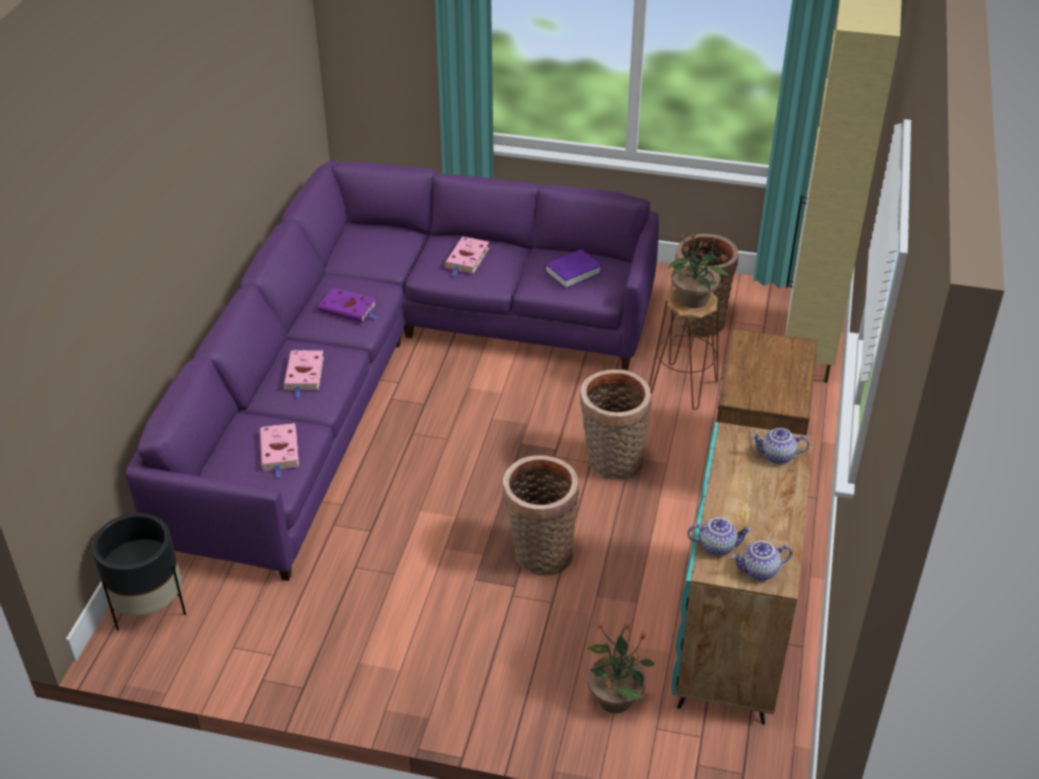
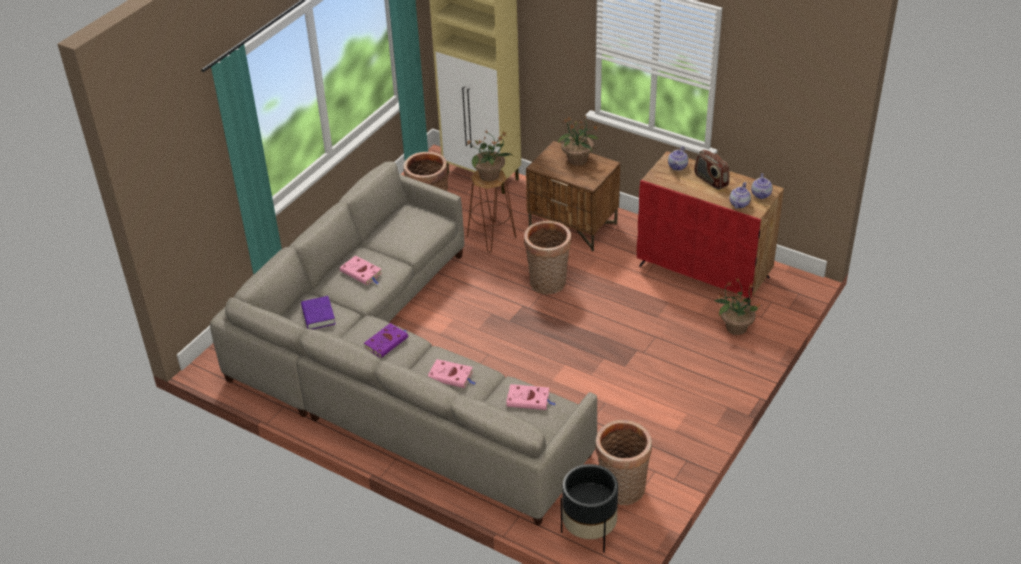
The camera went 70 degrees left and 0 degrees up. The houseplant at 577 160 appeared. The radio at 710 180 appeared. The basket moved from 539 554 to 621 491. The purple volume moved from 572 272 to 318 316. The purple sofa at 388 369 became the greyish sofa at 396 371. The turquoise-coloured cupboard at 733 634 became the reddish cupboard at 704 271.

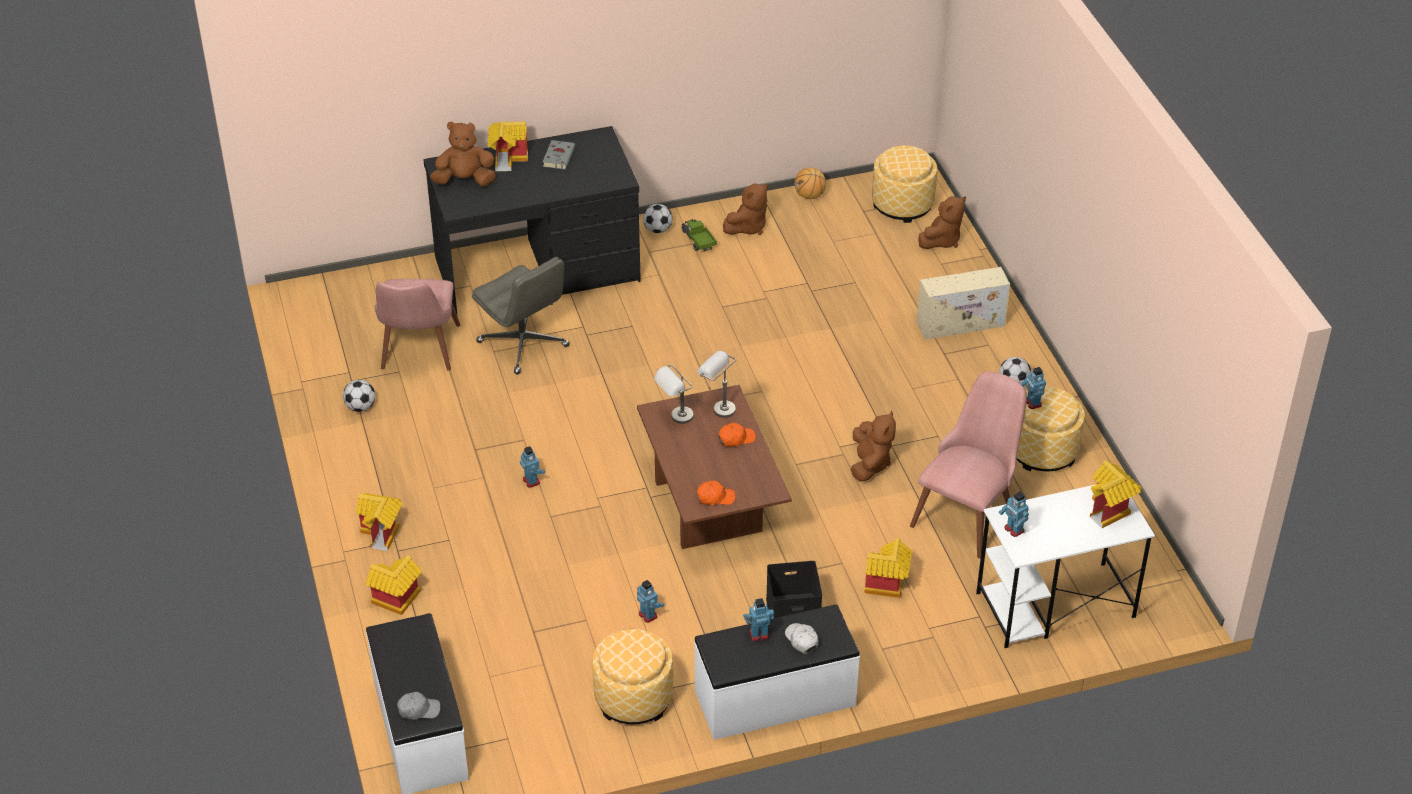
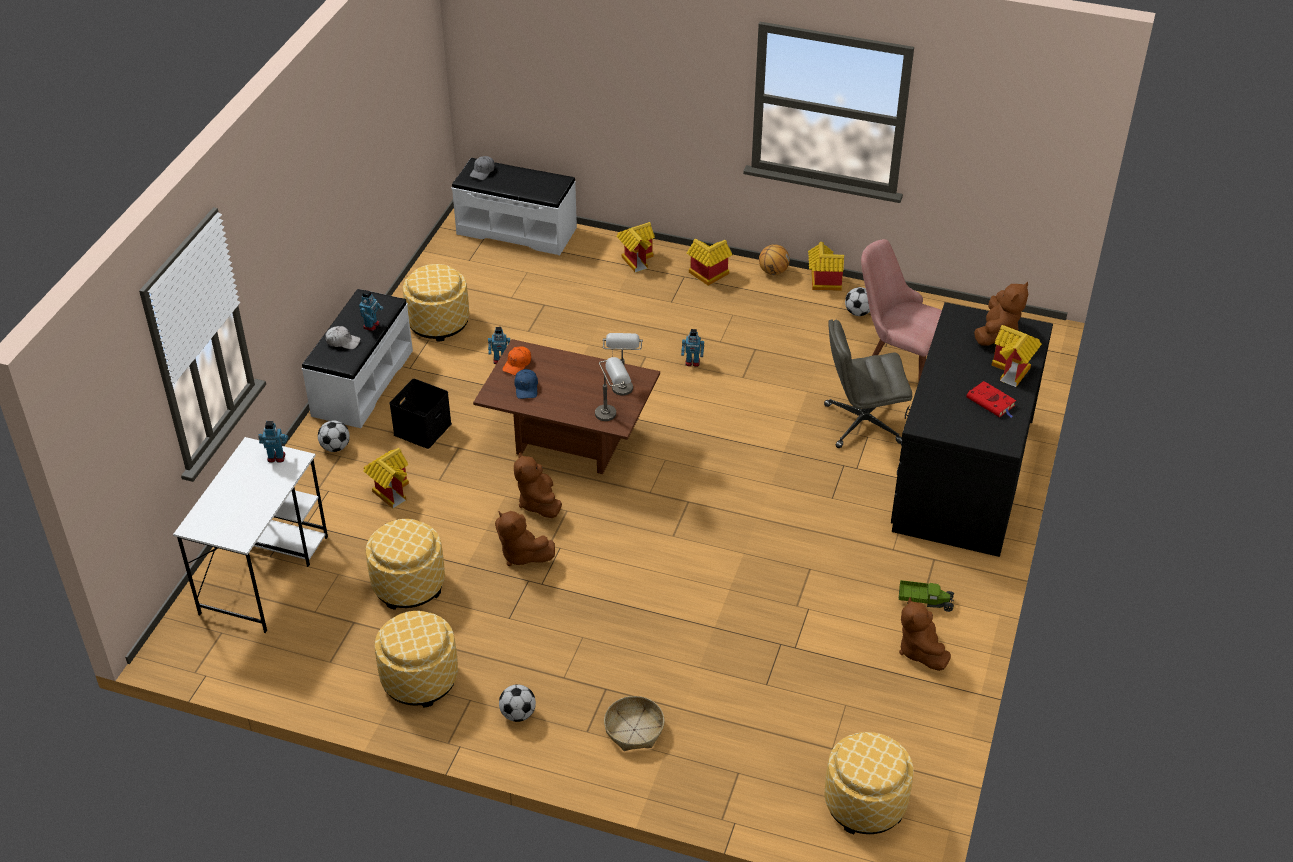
The camera went 125 degrees right and 0 degrees up. The orange-coloured cap at 736 438 disappeared. The model robot at 1032 403 disappeared. The bluish cap at 526 388 appeared. The football ball moved from 657 230 to 335 447. The ball for basketball moved from 809 196 to 773 272. The brownish soft toy moved from 941 240 to 538 503. The miniature house moved from 1110 512 to 822 283. The pinkish chair at 969 511 was replaced by the footrest at 408 584. The beige storage box at 962 323 was replaced by the basket at 634 730. The greyish volume at 559 156 became the reddish volume at 992 402.

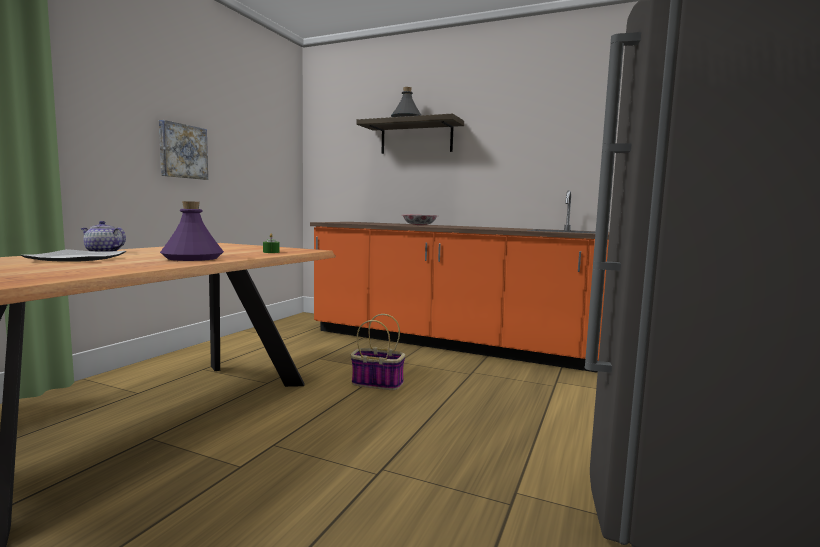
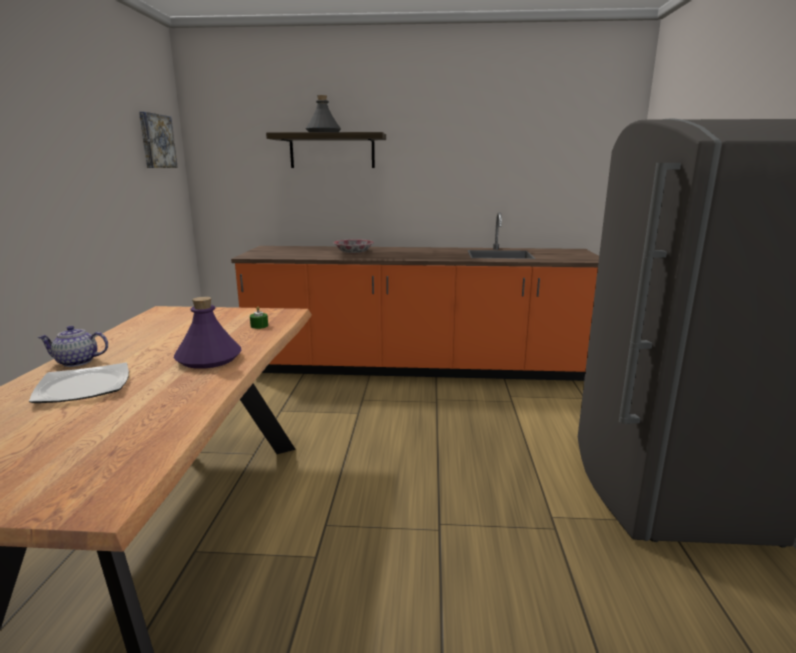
The camera went 20 degrees left and 10 degrees up. The basket at 376 383 disappeared. The wall art moved from 182 151 to 156 141.

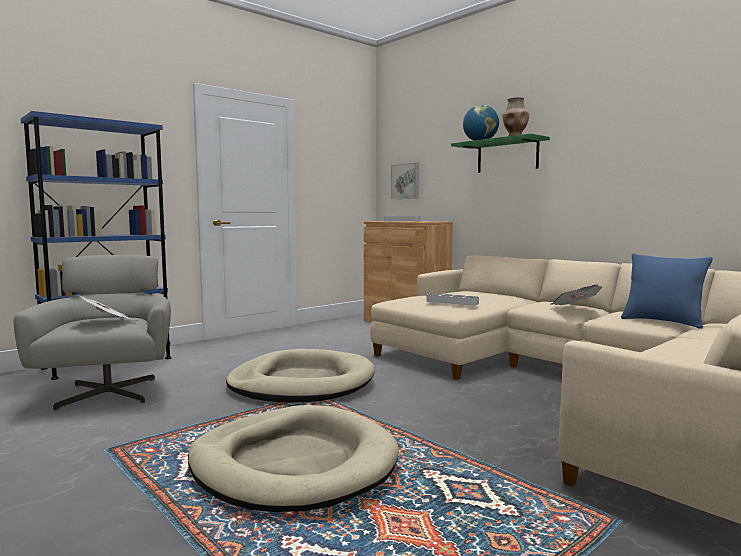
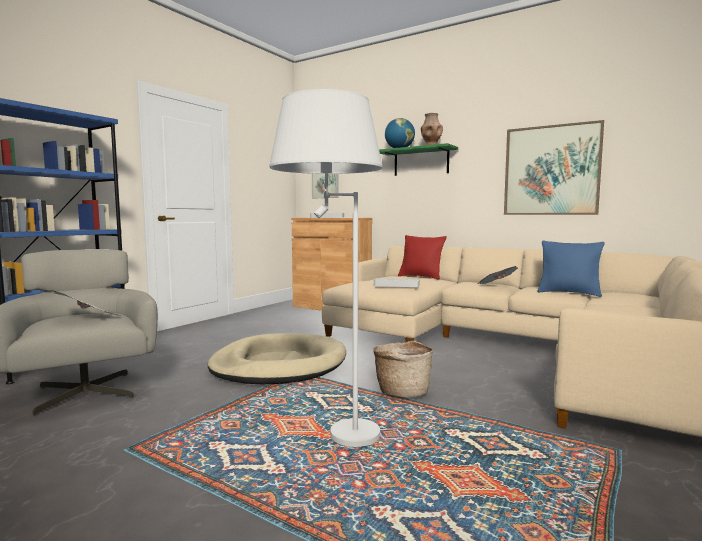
The camera went 15 degrees left and 0 degrees up. The basket at 402 391 appeared. The reddish cushion at 421 277 appeared. The wall art at 551 170 appeared. The beige pet bed at 293 464 was replaced by the white-coloured standard lamp at 328 439.

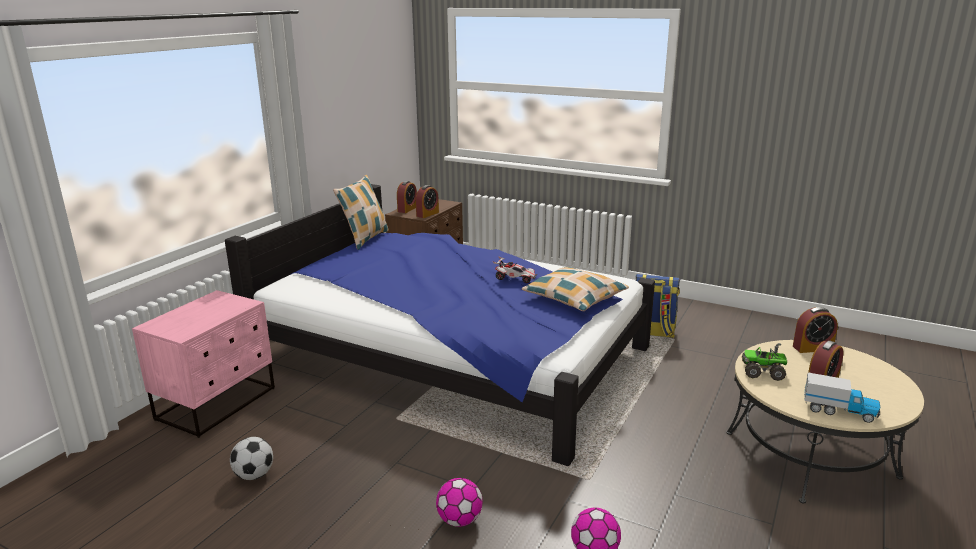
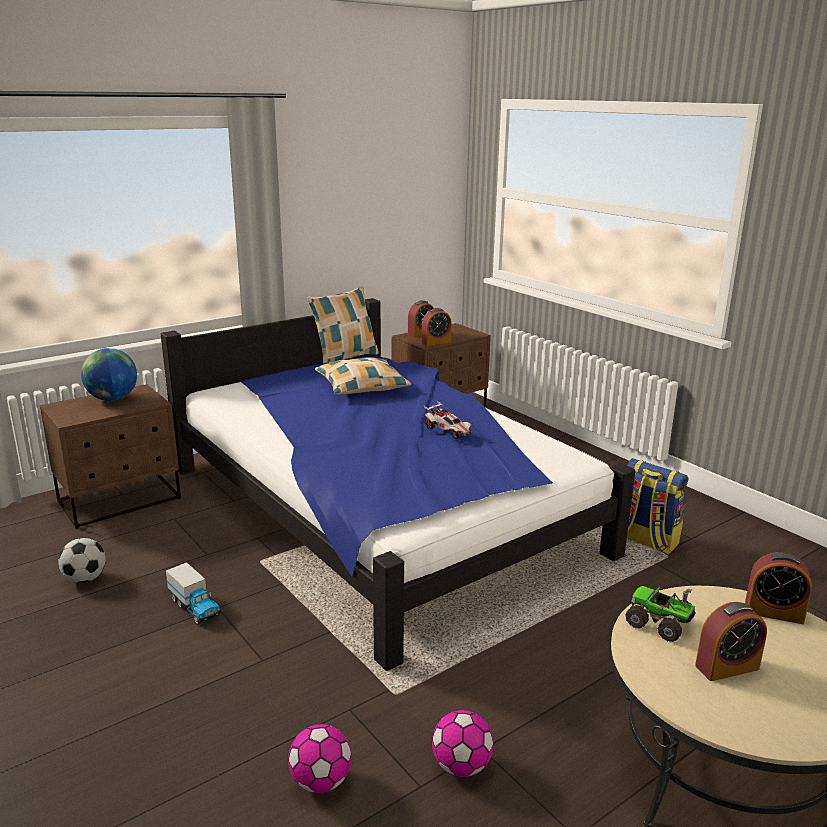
The camera went 25 degrees right and 0 degrees up. The globe at 112 399 appeared. The football ball moved from 459 520 to 461 766. The cushion moved from 575 298 to 362 386. The toy truck moved from 839 411 to 195 607. The pinkish nightstand at 218 403 became the brownish nightstand at 120 500.

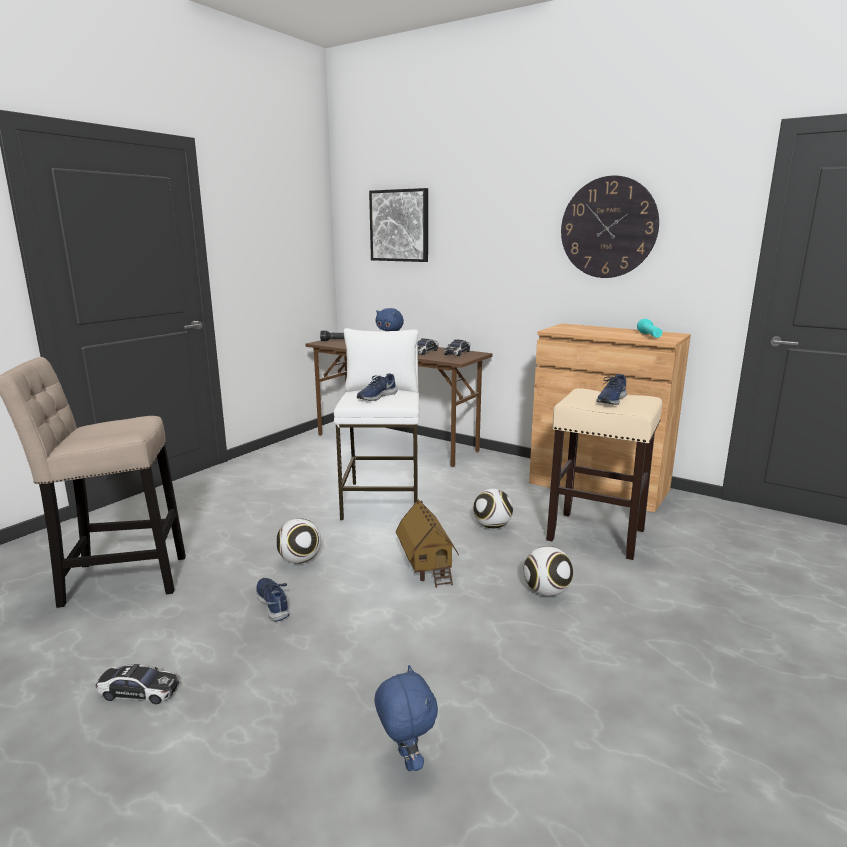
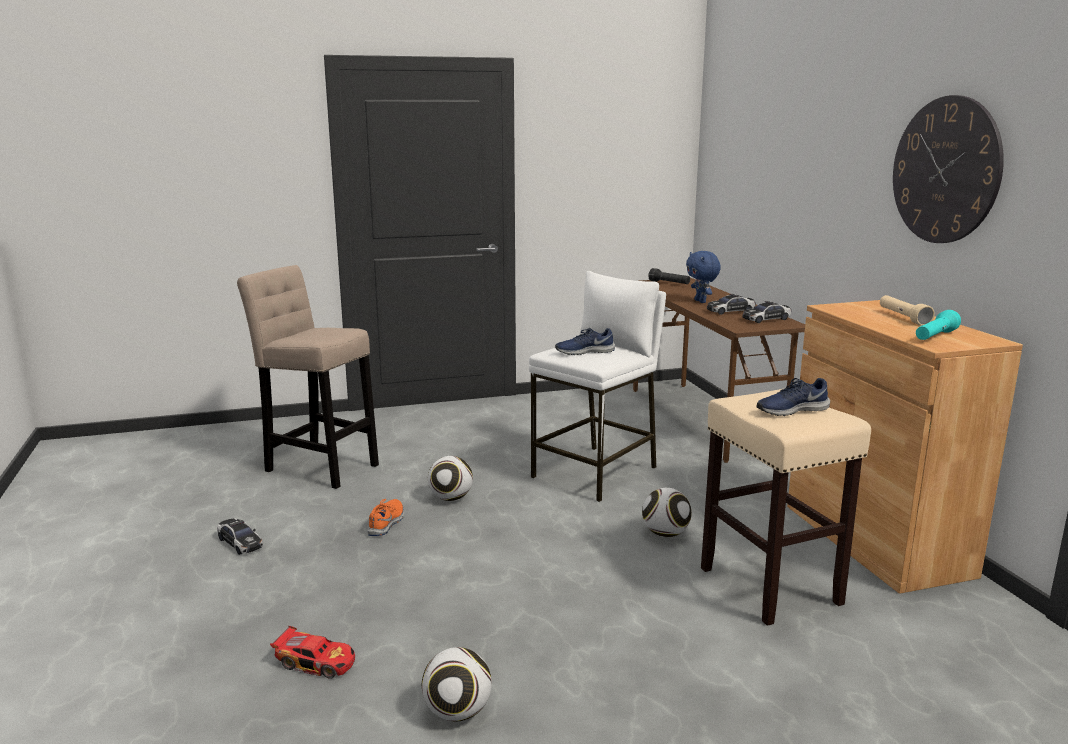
The camera went 40 degrees right and 0 degrees up. The wall art at 399 225 disappeared. The miniature house at 426 567 disappeared. The beige torch at 903 318 appeared. The football ball moved from 546 591 to 457 712. The bluish soft toy at 405 760 was replaced by the miniature car at 316 662. The bluish low shoe at 274 603 became the orange-coloured low shoe at 387 523.

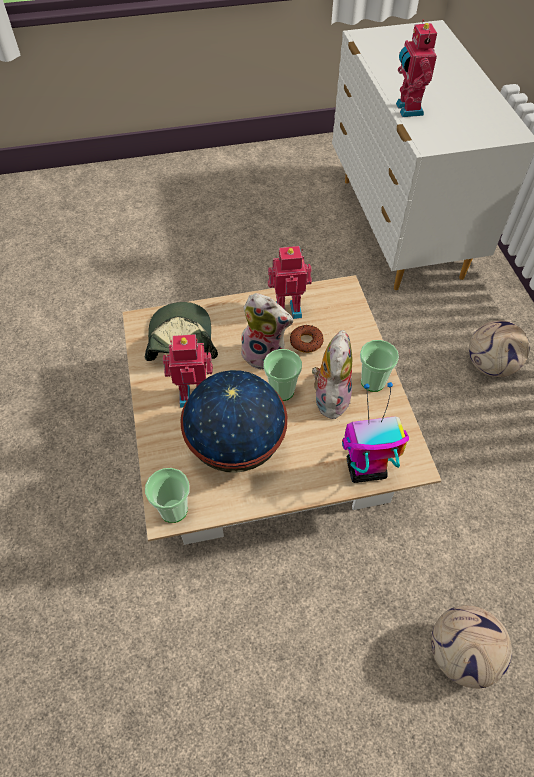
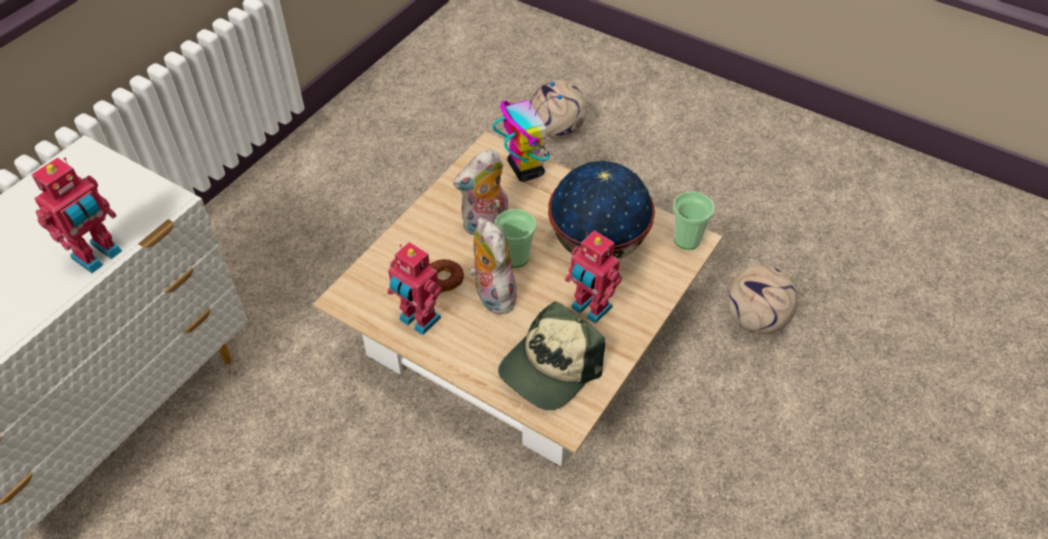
The camera went 135 degrees left and 5 degrees down. The cup at 373 381 disappeared. The football ball moved from 491 365 to 754 319. The model robot at 364 469 turned 150 degrees counterclockwise.

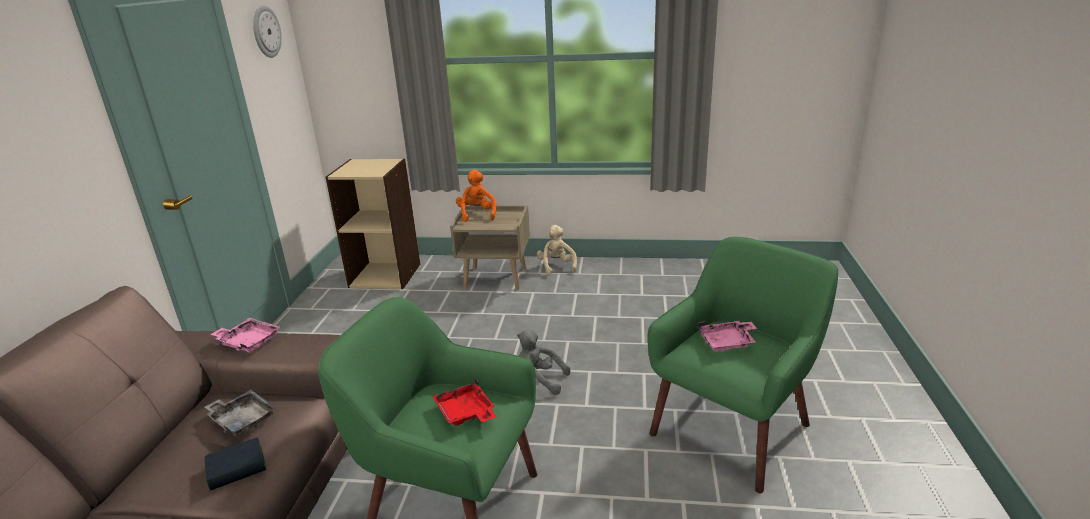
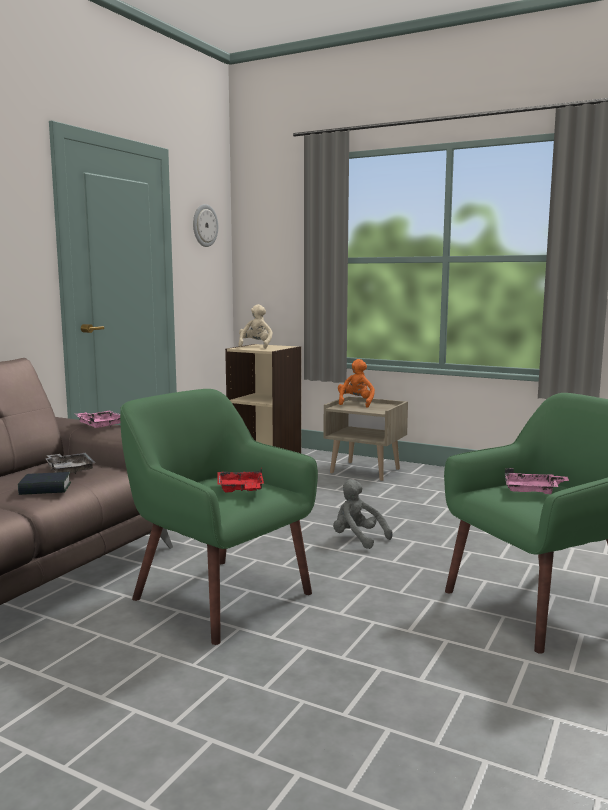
The camera went 20 degrees right and 15 degrees down. The beige soft toy moved from 556 266 to 256 346.

